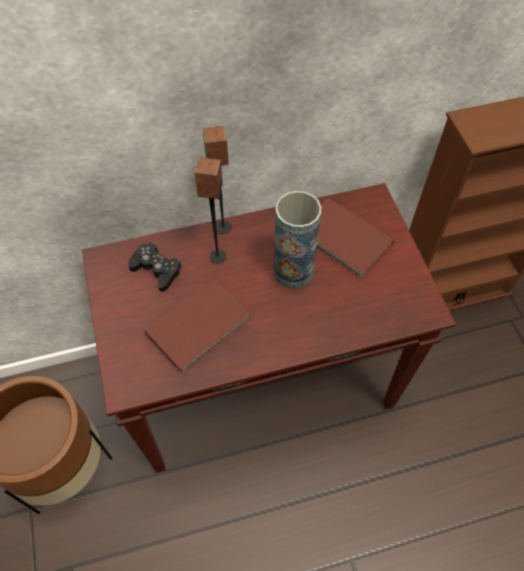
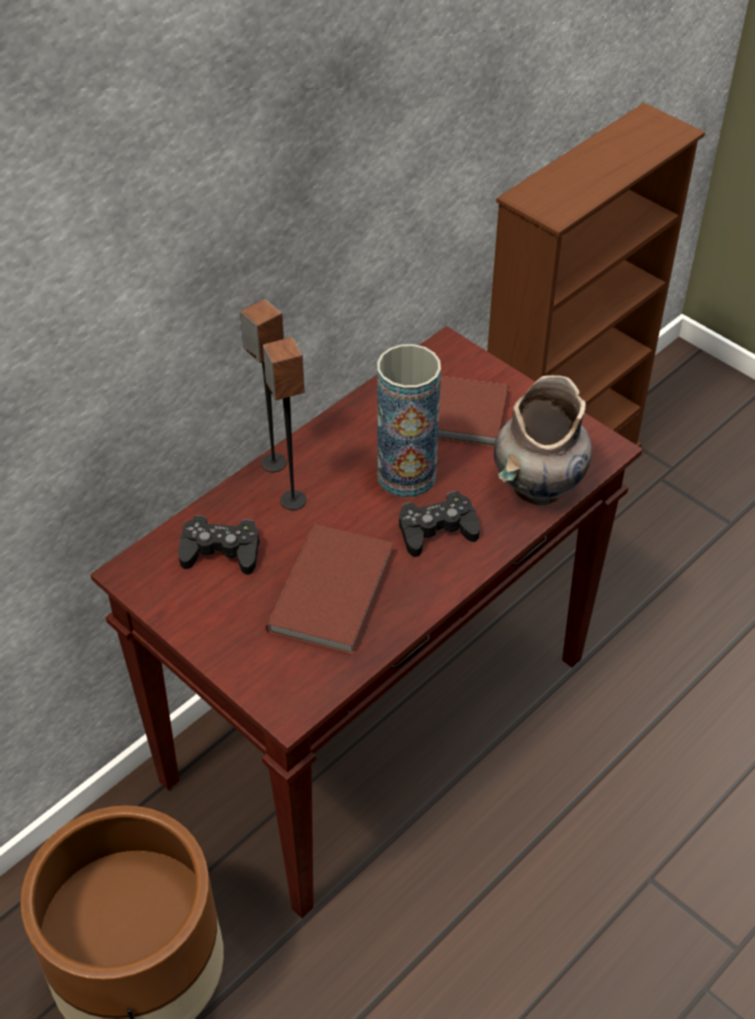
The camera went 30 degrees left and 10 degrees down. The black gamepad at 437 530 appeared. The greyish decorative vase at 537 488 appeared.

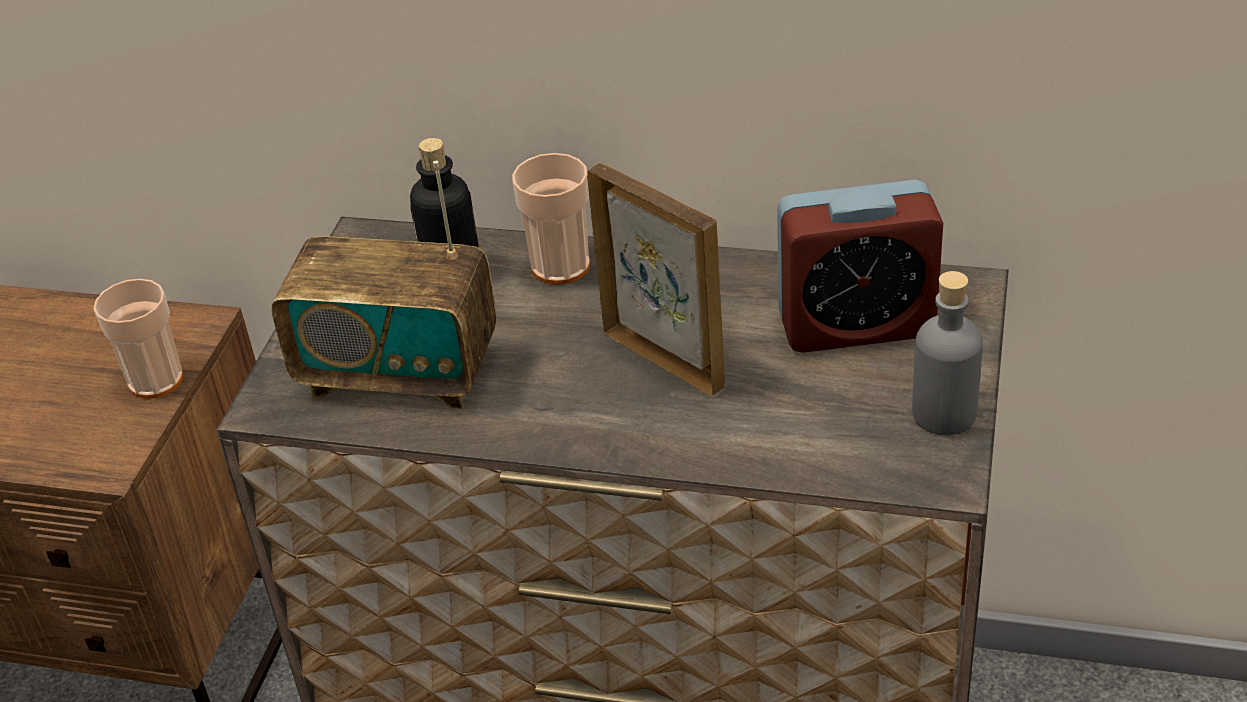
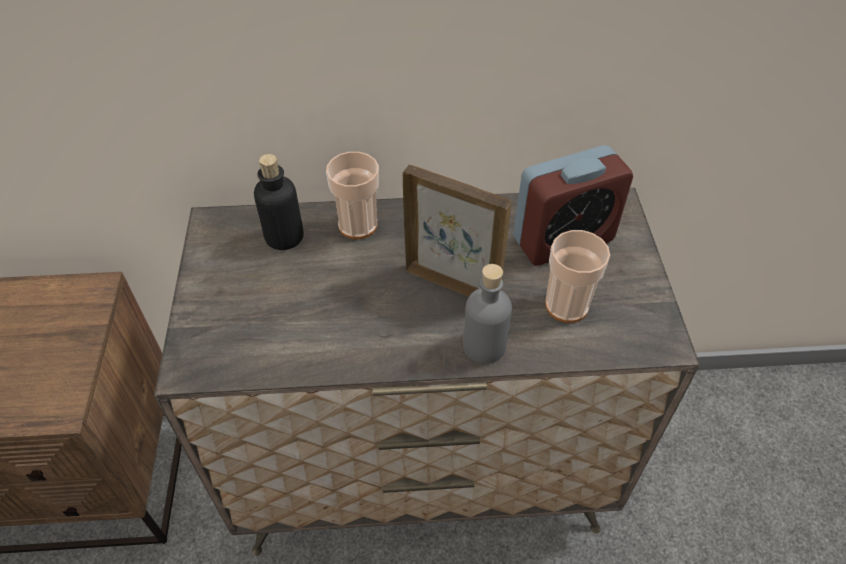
The camera went 20 degrees left and 10 degrees up. The radio at 400 373 disappeared. The cup moved from 156 380 to 566 305. The greyish drink bottle moved from 944 413 to 484 346.

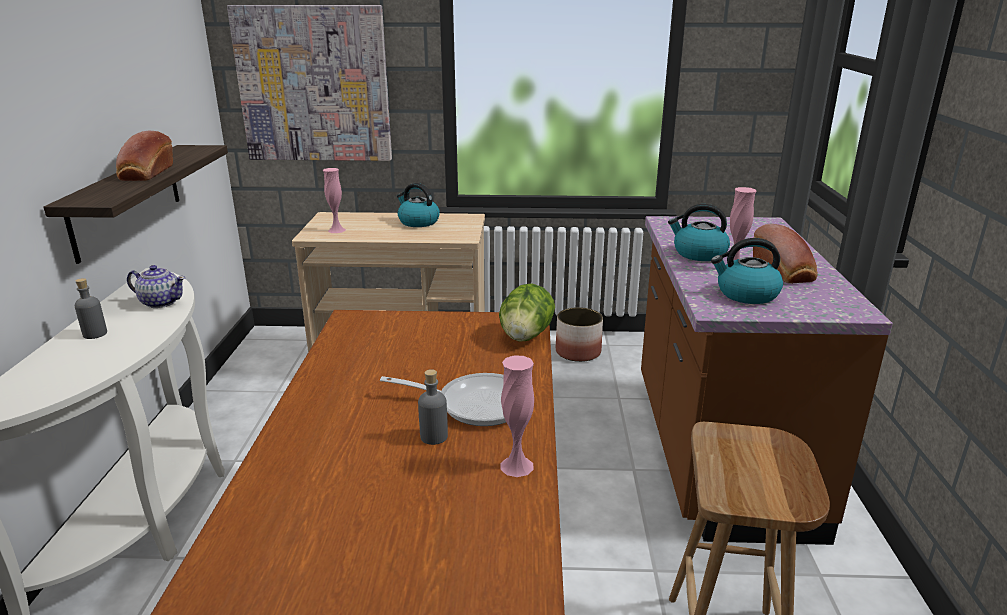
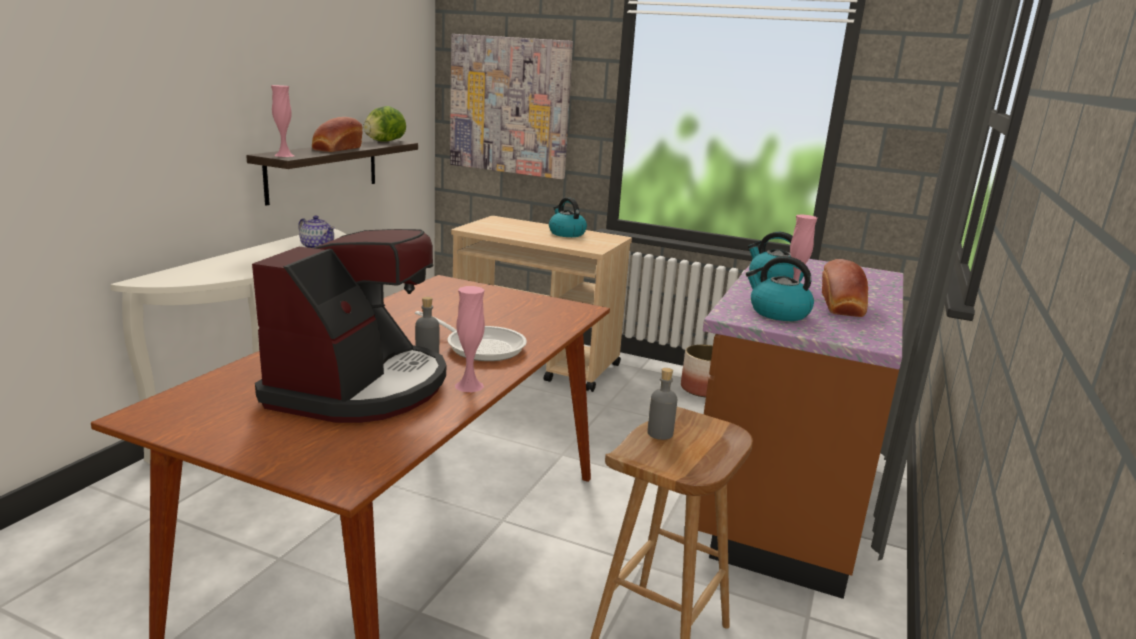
The camera went 20 degrees right and 5 degrees down. The coffee maker at 360 387 appeared. The greyish drink bottle moved from 95 334 to 660 433. The pinkish decorative vase moved from 336 230 to 284 155. The lettuce head moved from 526 337 to 384 141.

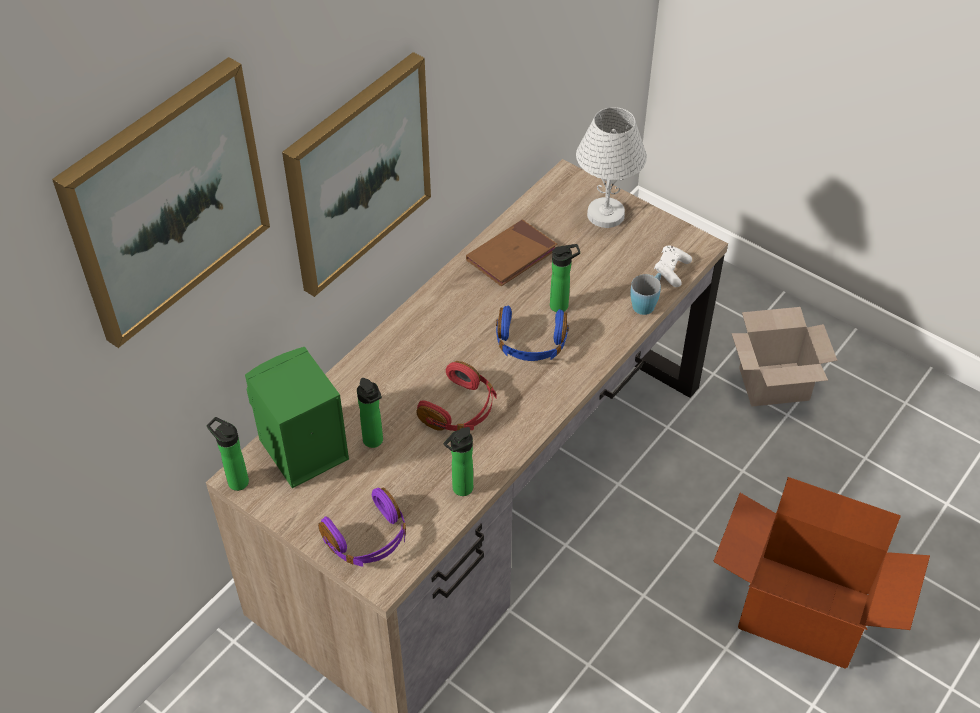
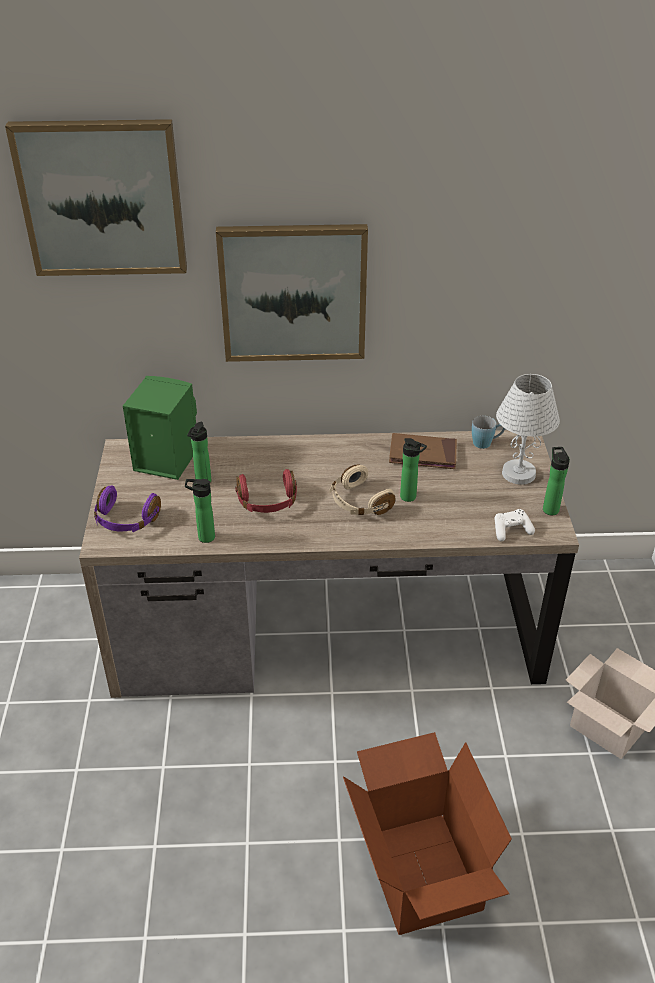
The camera went 50 degrees right and 10 degrees down. The drink bottle moved from 235 480 to 550 508. The bluish coffee mug moved from 646 303 to 486 443. The bluish pair of headphones at 531 344 became the beige pair of headphones at 359 502.

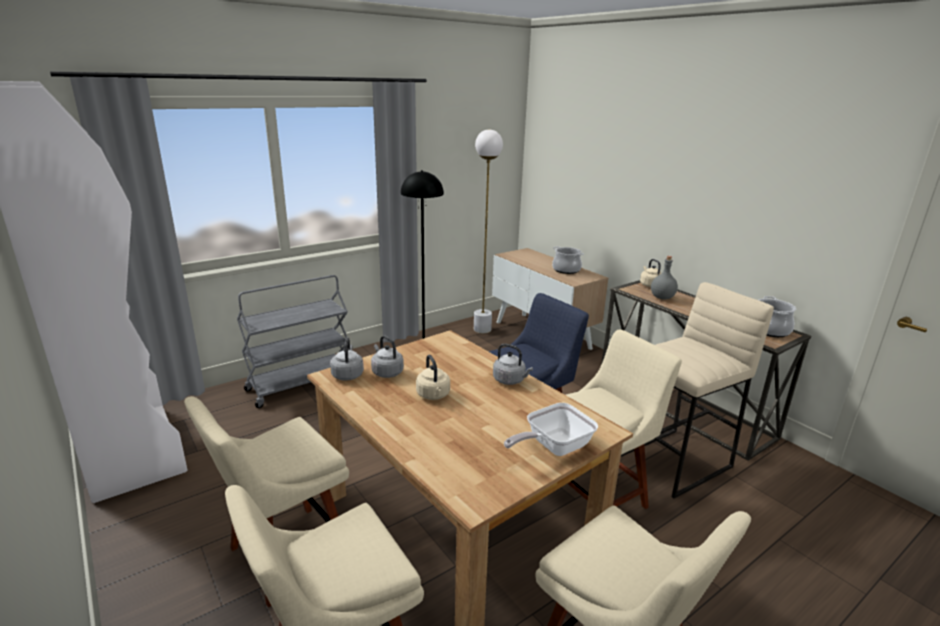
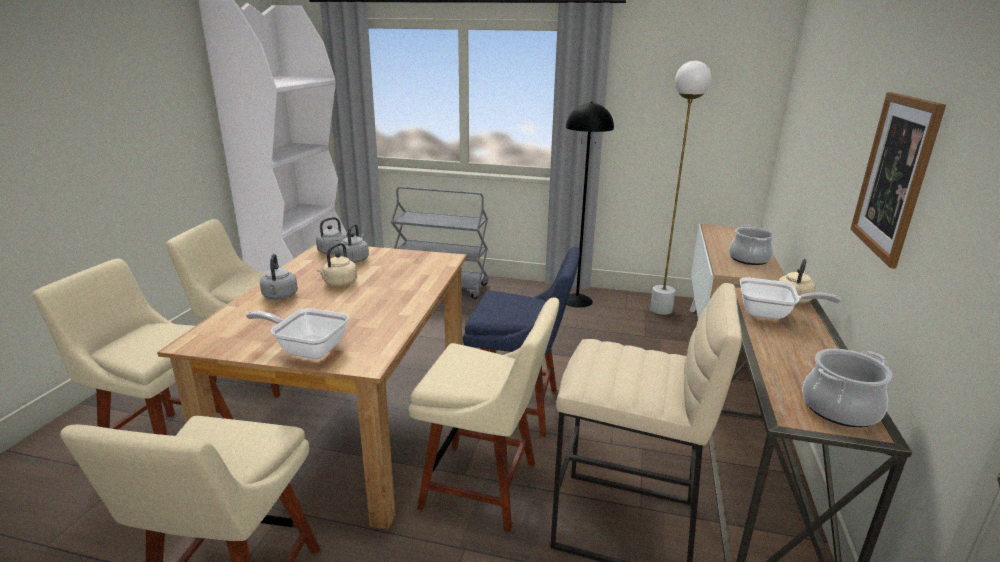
The camera went 50 degrees right and 0 degrees up. The wall art at 894 176 appeared. The greyish kettle moved from 510 380 to 280 296. The greyish drink bottle at 662 297 was replaced by the frying pan at 771 314.

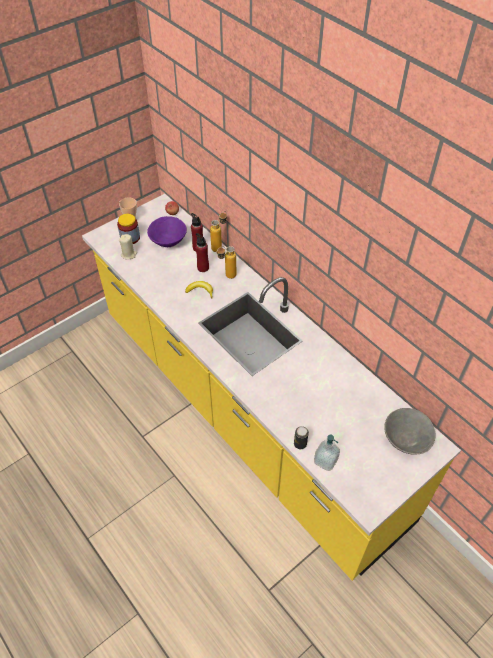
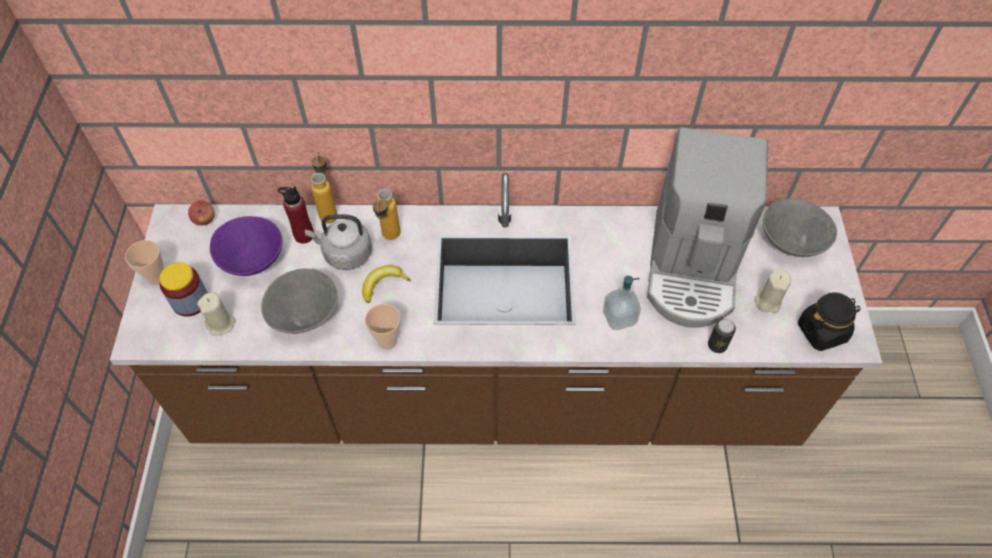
The camera went 50 degrees left and 5 degrees up. The greyish deep dish at 304 316 appeared. The cup at 387 341 appeared. The coffee maker at 692 267 appeared. The beige candle at 767 301 appeared. The black jar at 822 331 appeared. The soap dispenser moved from 325 461 to 619 317. The reddish drink bottle at 203 268 was replaced by the greyish kettle at 345 254. The yellowish kitchen counter at 246 413 became the brownish kitchen counter at 496 394.

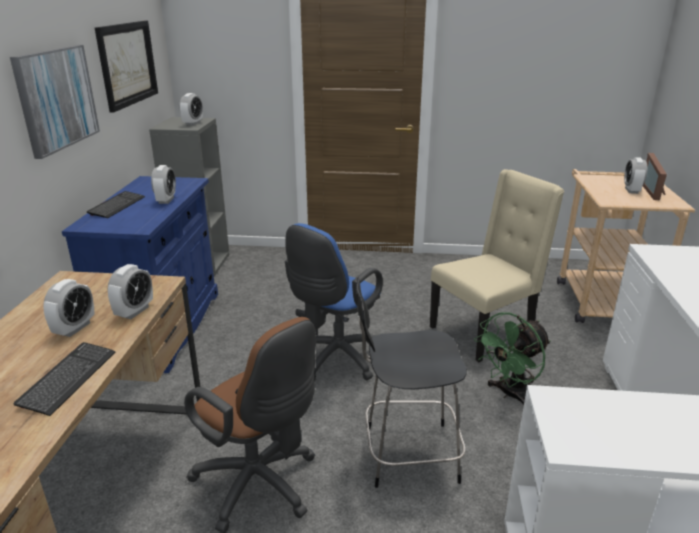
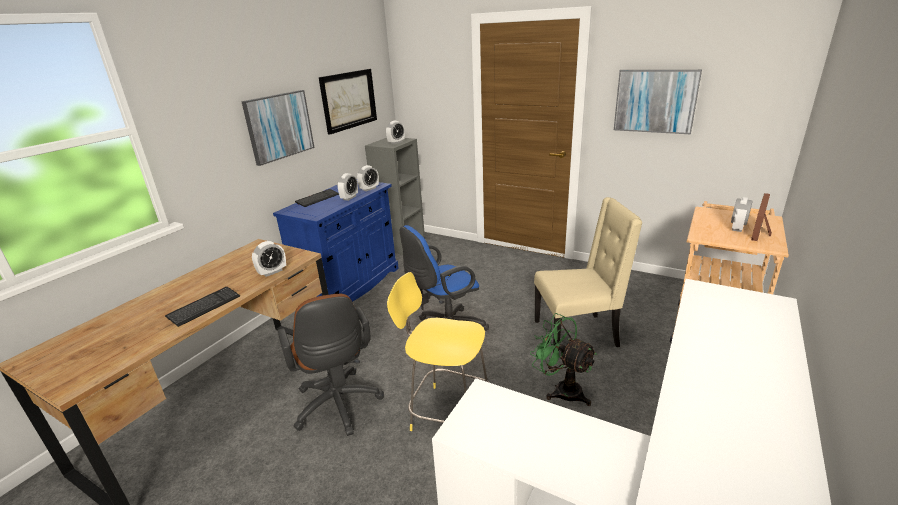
The camera went 25 degrees right and 0 degrees up. The wall art at 655 101 appeared. The alarm clock moved from 74 328 to 369 189. The black sitting stool at 407 454 became the yellowish sitting stool at 448 413. The green cooling fan at 509 394 turned 60 degrees clockwise.

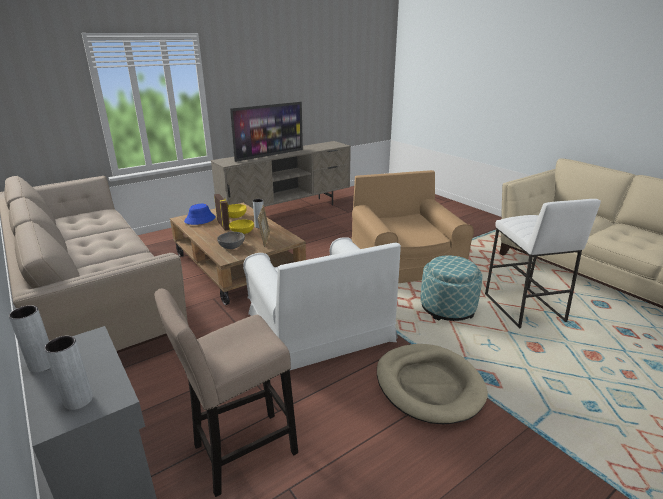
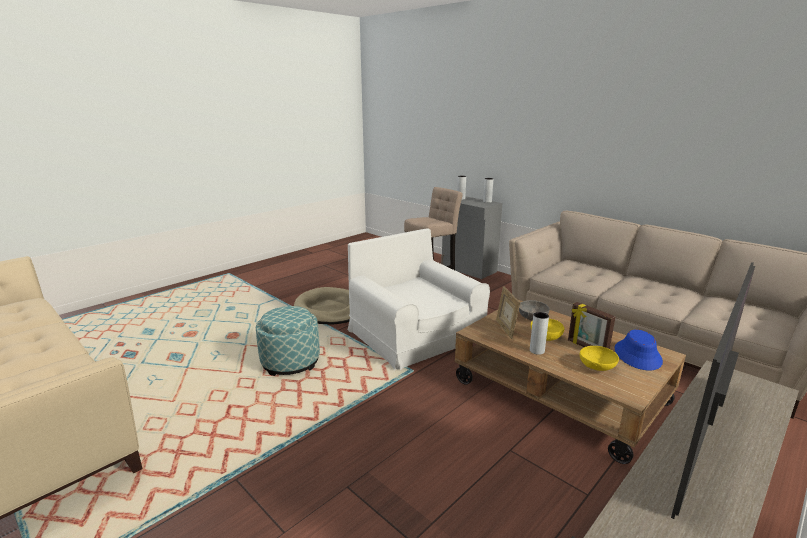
The camera went 170 degrees right and 5 degrees down. The brownish easy chair at 404 262 disappeared. The white-coloured sitting stool at 522 307 disappeared.

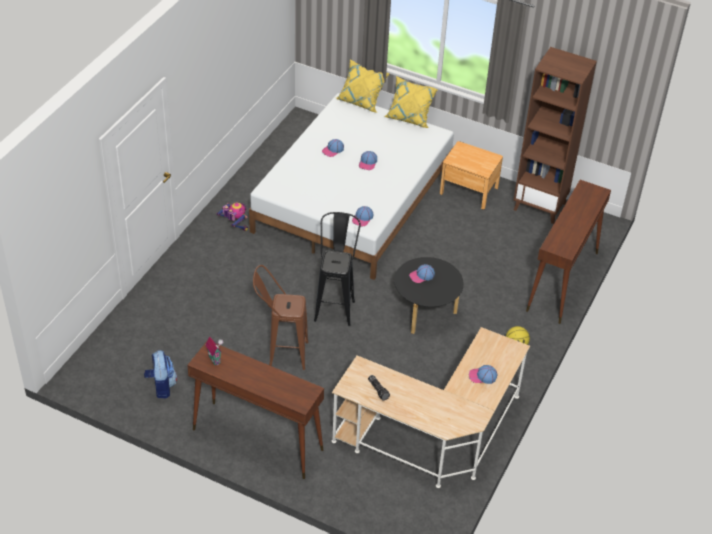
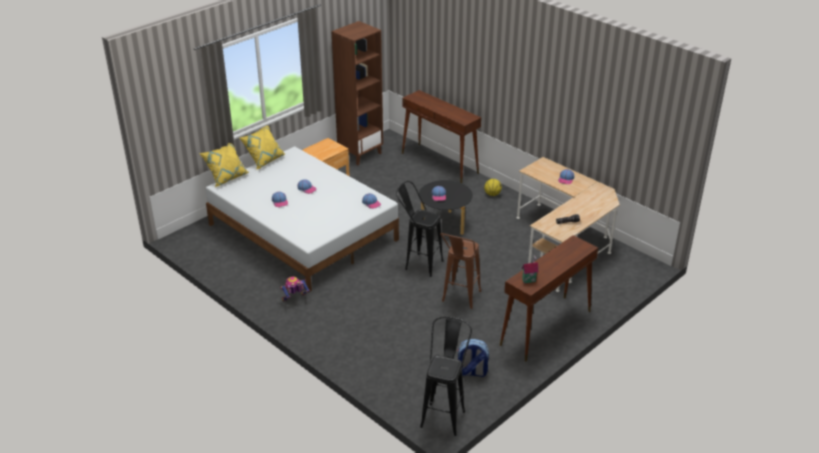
The camera went 70 degrees left and 10 degrees down. The black sitting stool at 444 414 appeared.

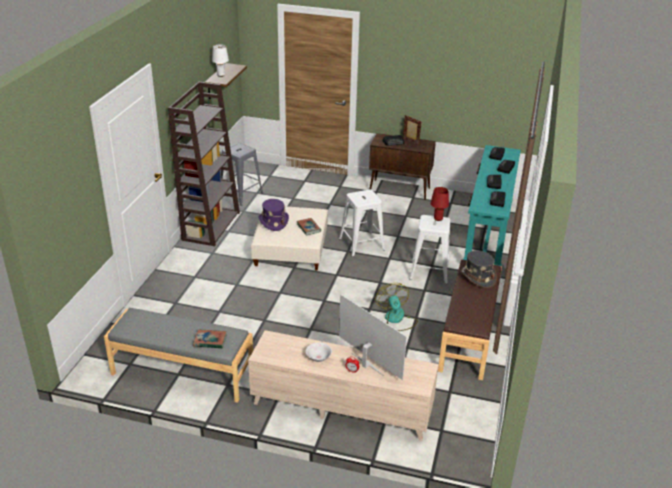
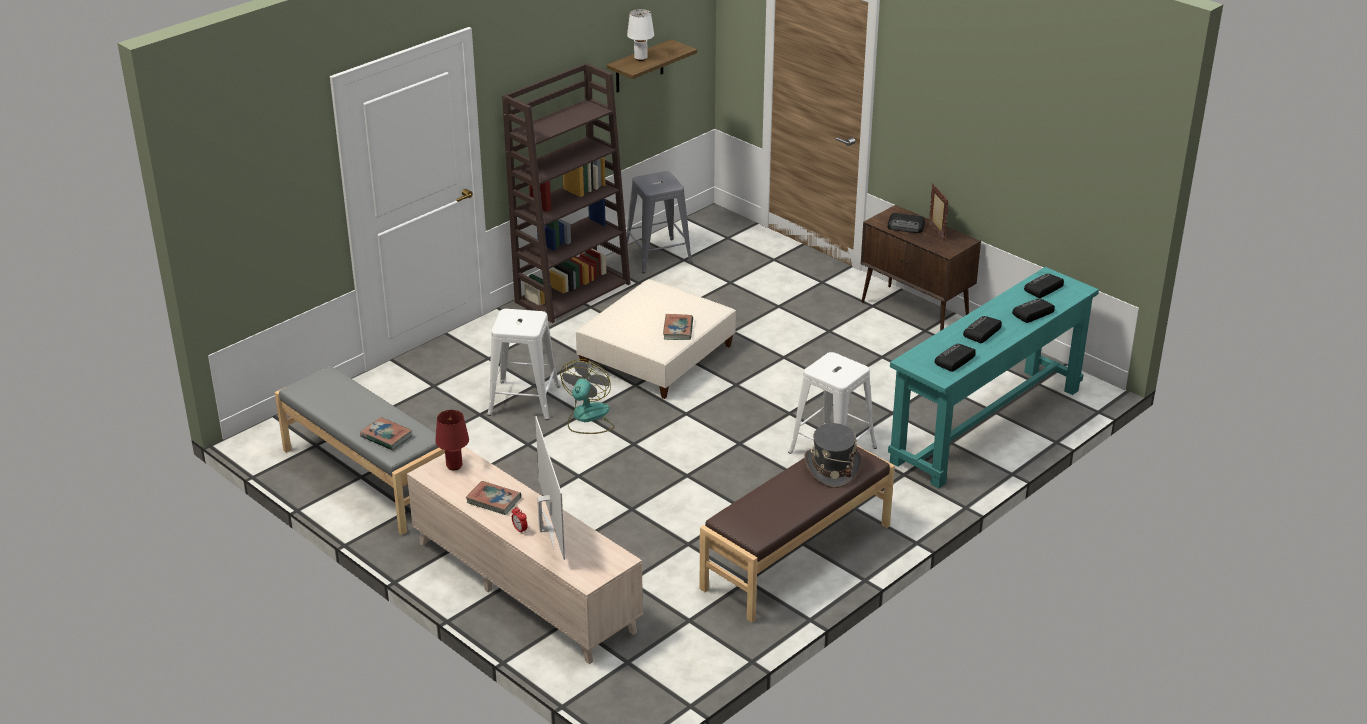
The camera went 30 degrees right and 0 degrees up. The purple hat at 273 222 disappeared. The white-coloured sitting stool moved from 361 244 to 524 400. The cooling fan moved from 396 319 to 588 418. The reddish lamp for a table moved from 438 219 to 454 466. The white-coloured deep dish at 318 358 was replaced by the volume at 493 500.

